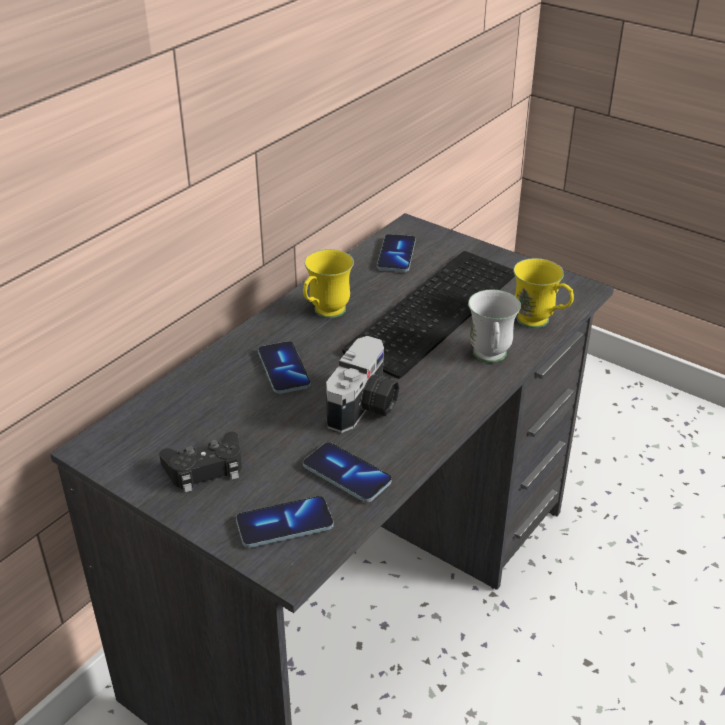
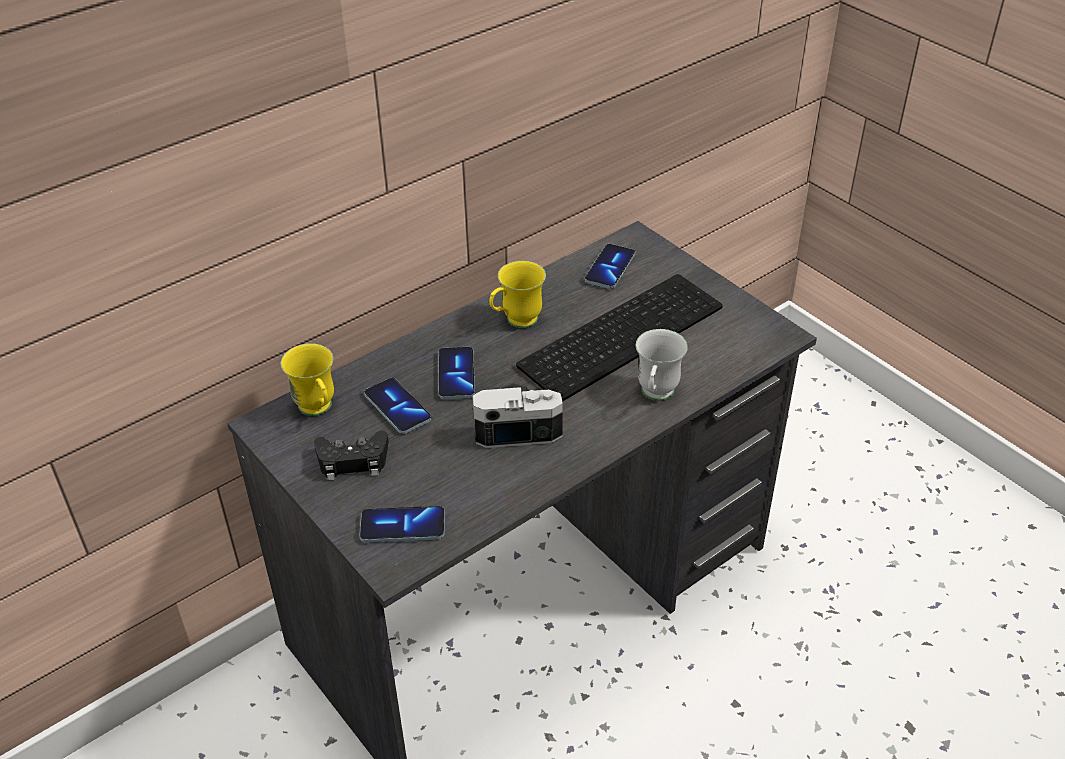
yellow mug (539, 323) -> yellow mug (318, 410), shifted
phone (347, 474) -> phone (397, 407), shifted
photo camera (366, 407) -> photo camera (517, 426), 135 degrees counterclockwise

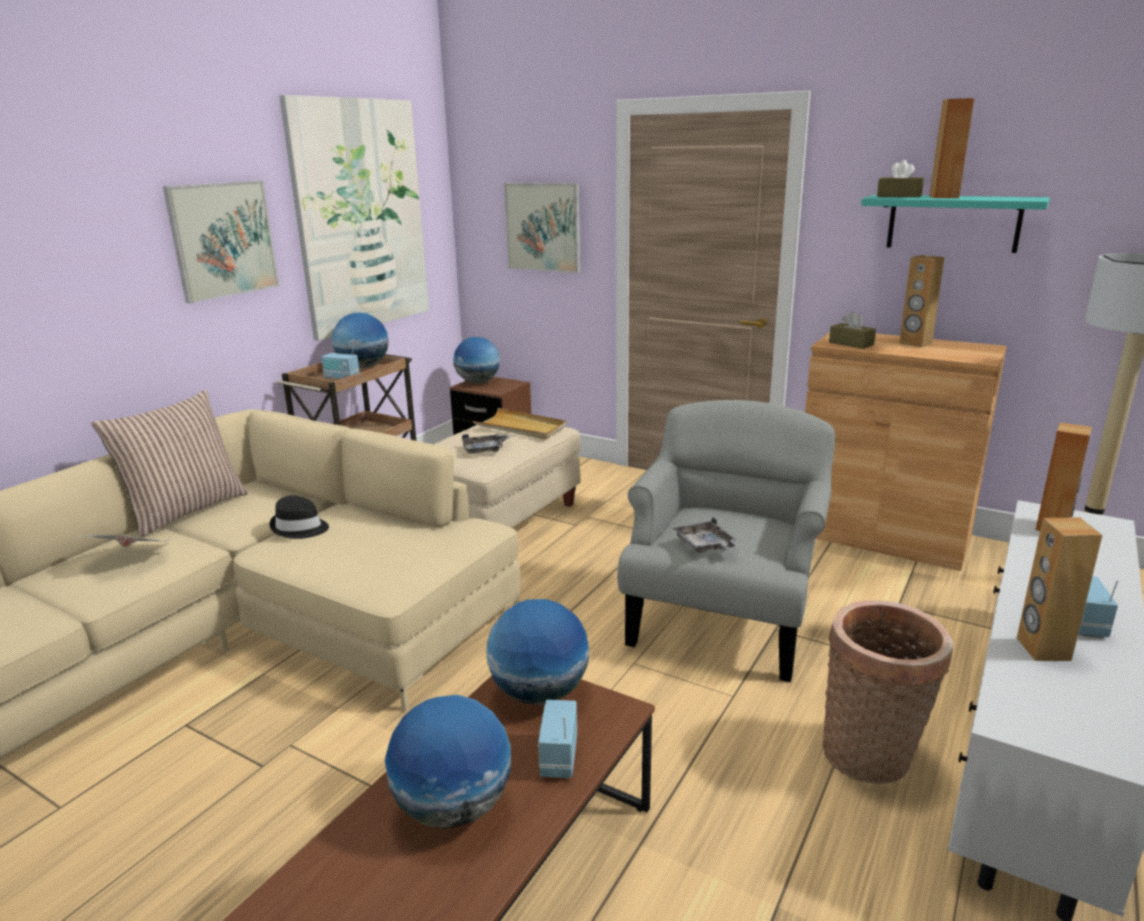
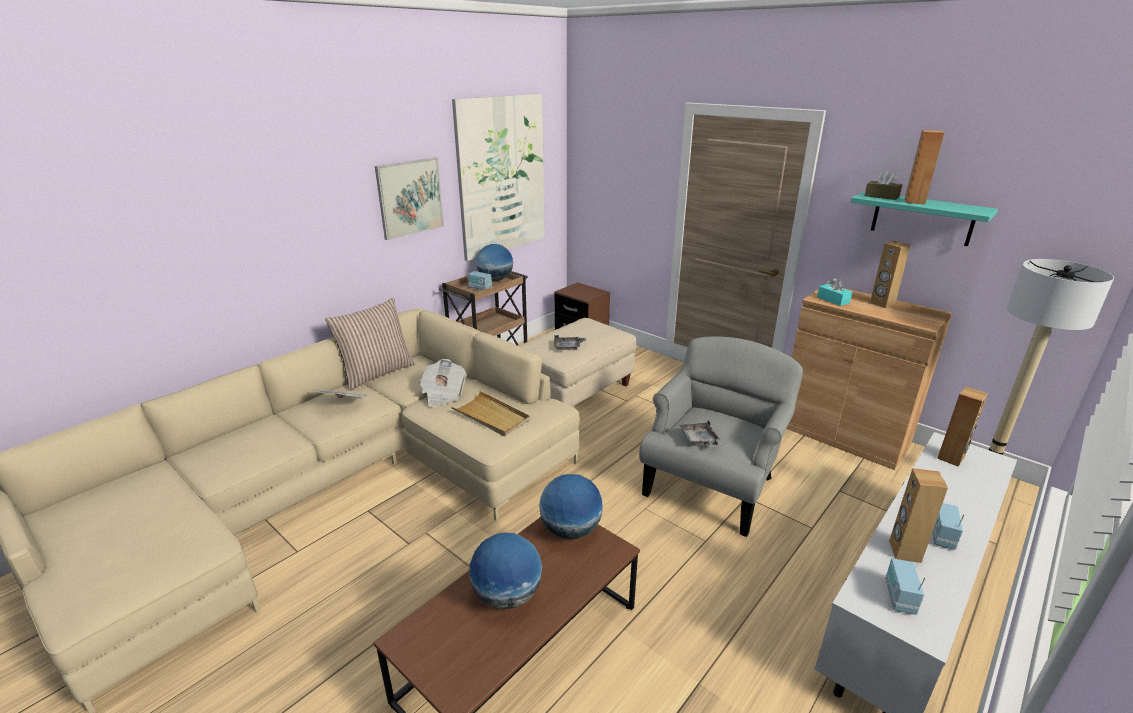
black hat (299, 528) -> newspaper (443, 394)
beige tray (521, 427) -> beige tray (491, 416), shifted
brown tissue box (851, 344) -> turquoise tissue box (833, 300)
radio (558, 757) -> radio (899, 597), shifted
globe (478, 382) -> none
picture (543, 227) -> none
basket (872, 756) -> none

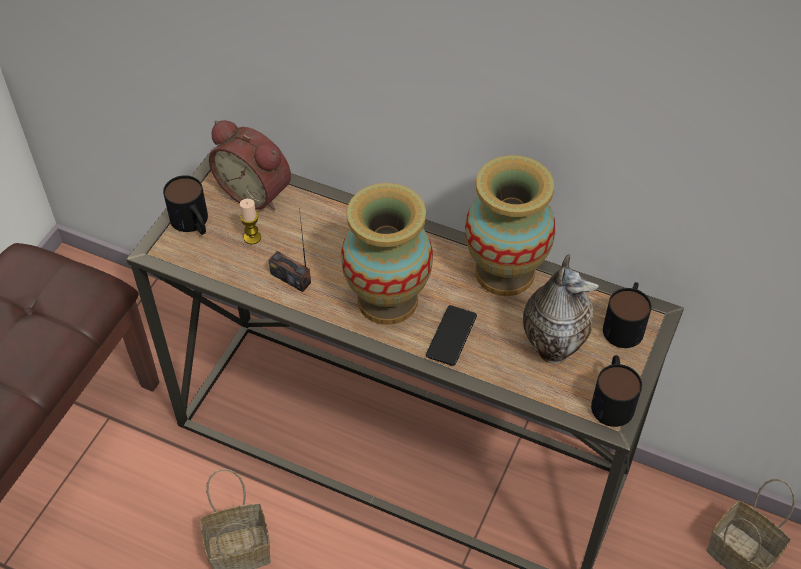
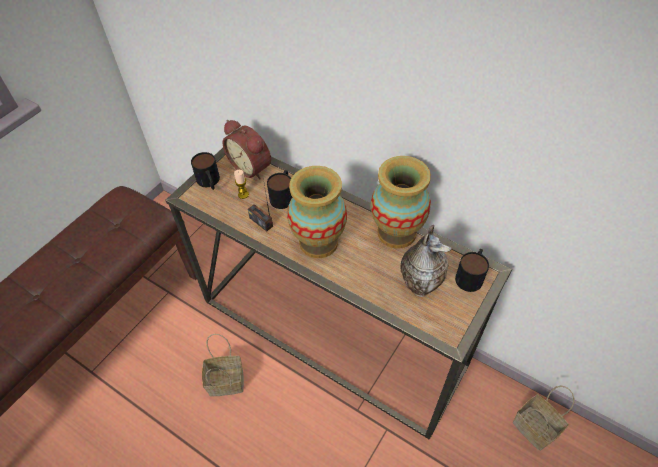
mug (612, 399) -> mug (283, 195), shifted
phone (451, 336) -> none

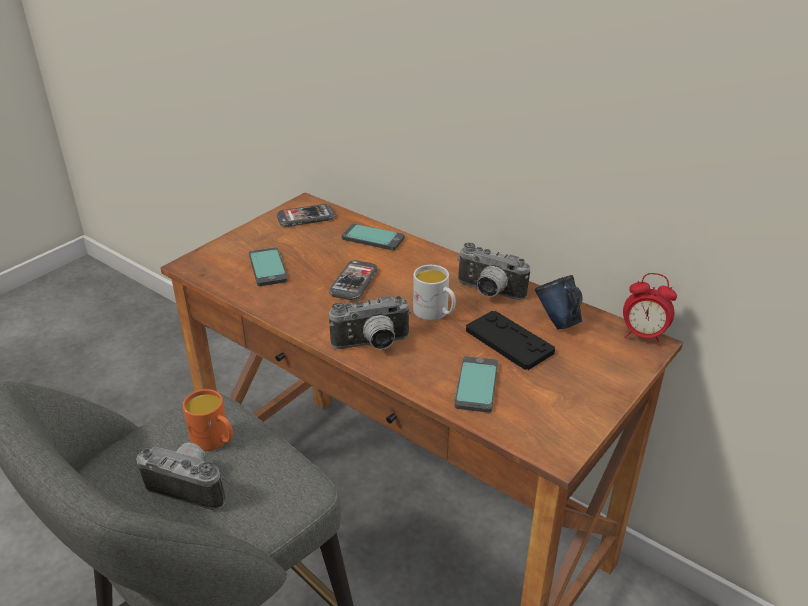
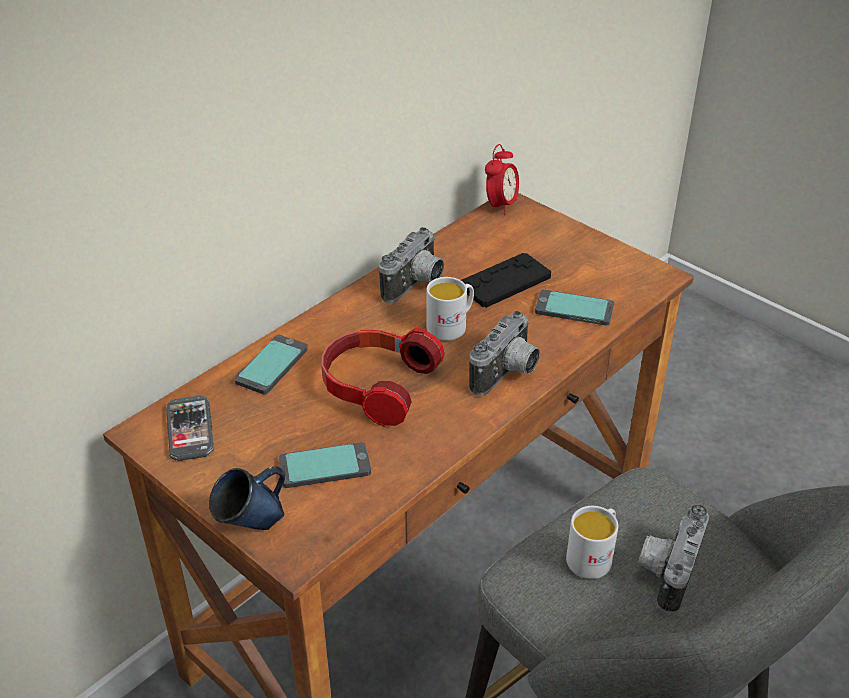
blue mug (557, 323) -> blue mug (253, 527), shifted
phone (354, 282) -> headphones (376, 386)
photo camera (372, 345) -> photo camera (508, 375), 45 degrees clockwise
orange mug (215, 441) -> white mug (593, 556)

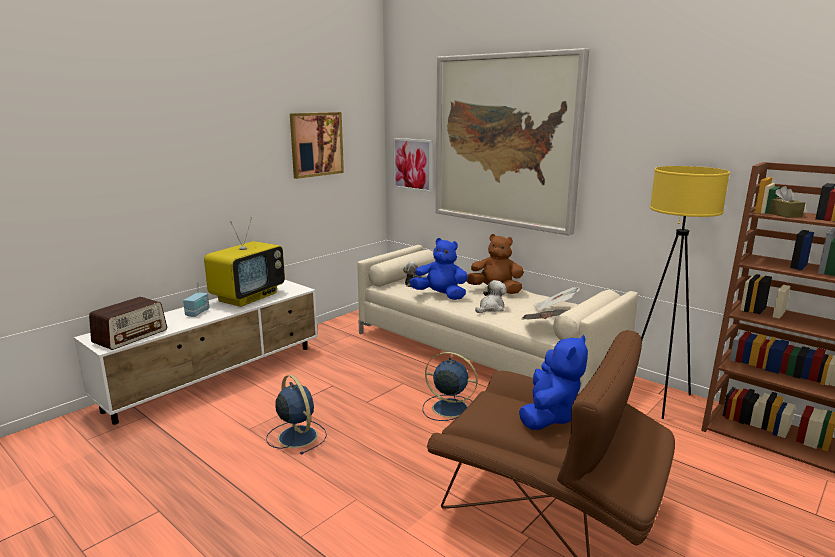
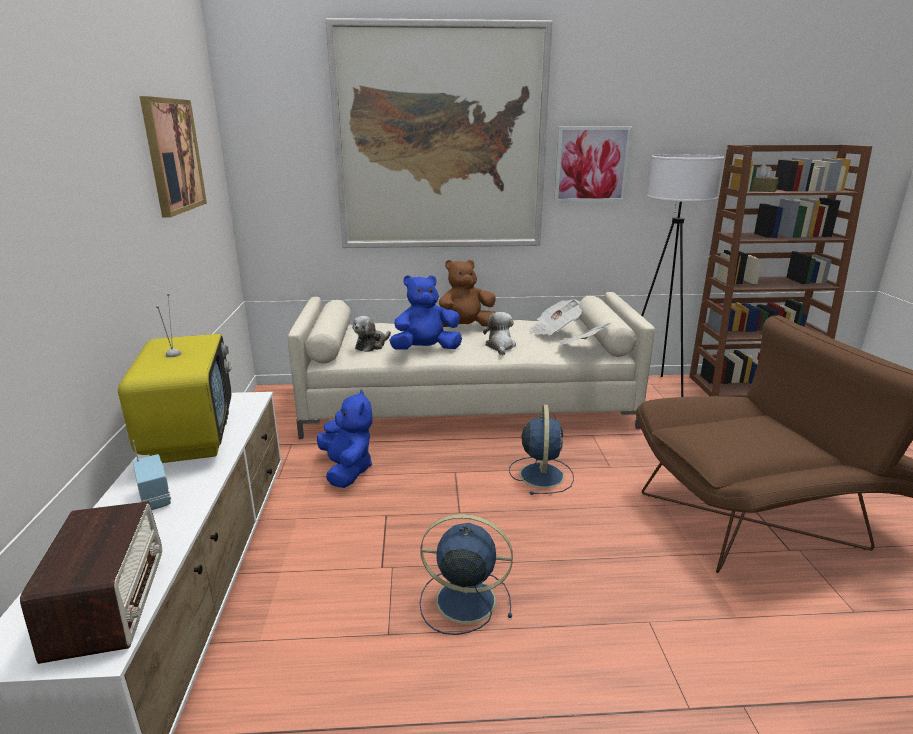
blue plush toy (549, 416) -> blue plush toy (347, 470), shifted
blue fan (448, 408) -> blue fan (541, 474), 120 degrees clockwise
picture (413, 164) -> picture (591, 164), shifted
yellow floor lamp (658, 399) -> white floor lamp (654, 389)

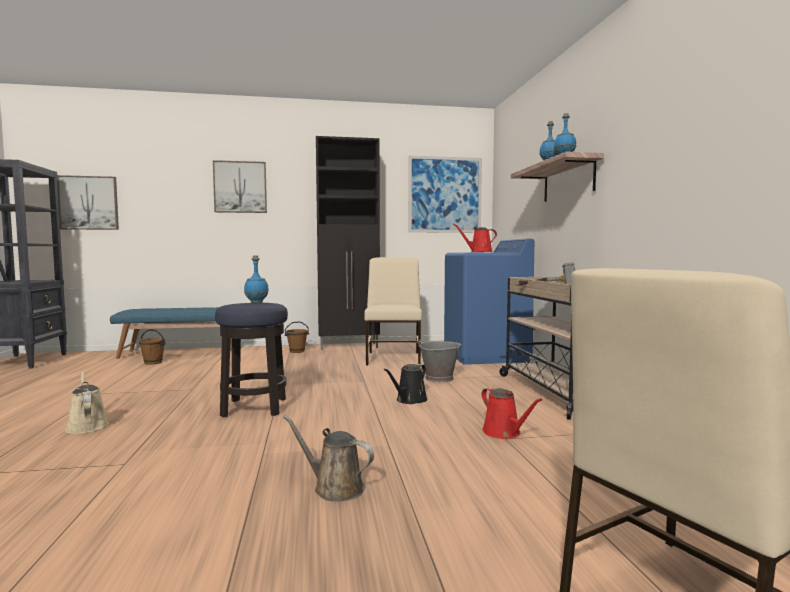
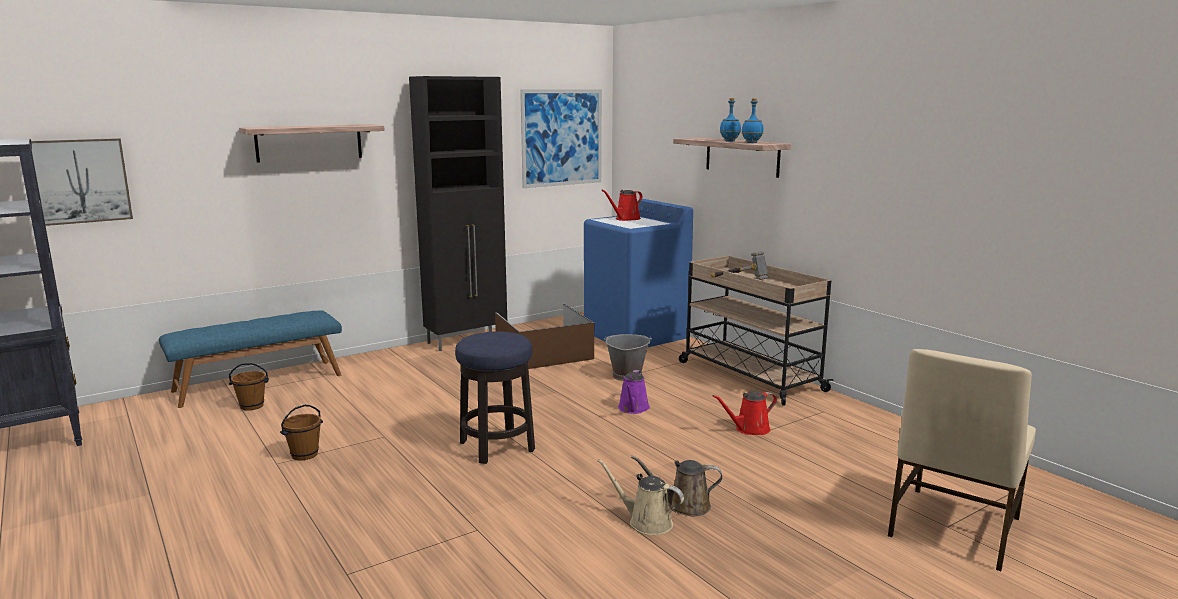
picture (240, 187) -> shelf (309, 142)
brown bucket (297, 351) -> brown bucket (304, 455), shifted
beige chair (394, 358) -> brown storage box (545, 353)
beige watering can (86, 426) -> beige watering can (646, 522), shifted
black watering can (409, 400) -> purple watering can (633, 409)
red watering can (504, 433) -> red watering can (749, 429), 120 degrees clockwise
blue bottle (257, 302) -> none

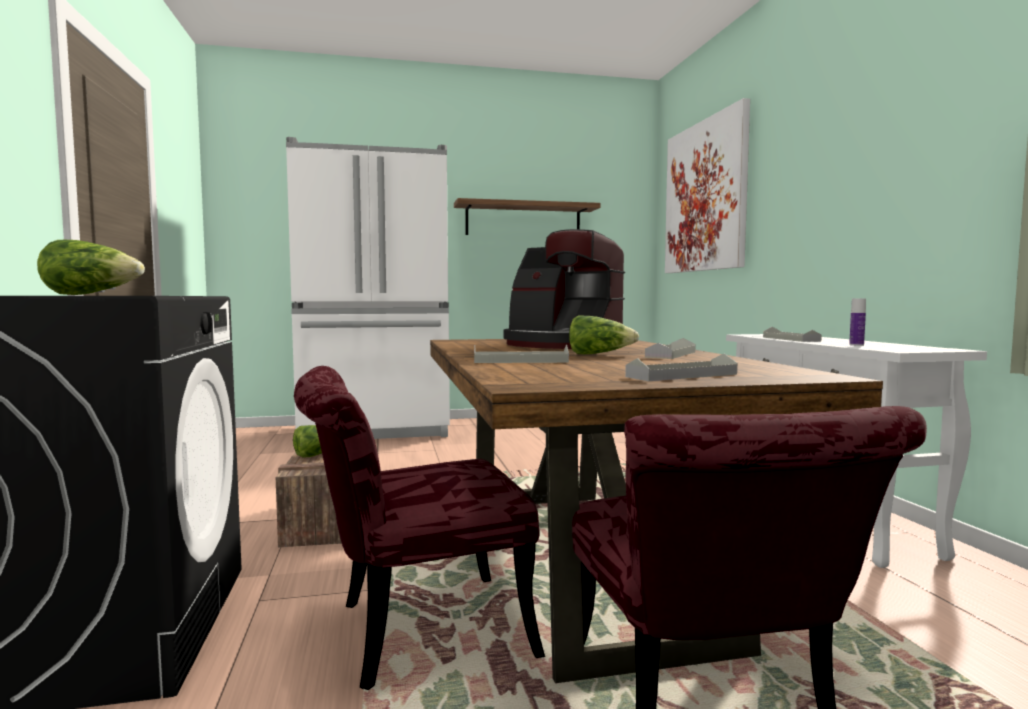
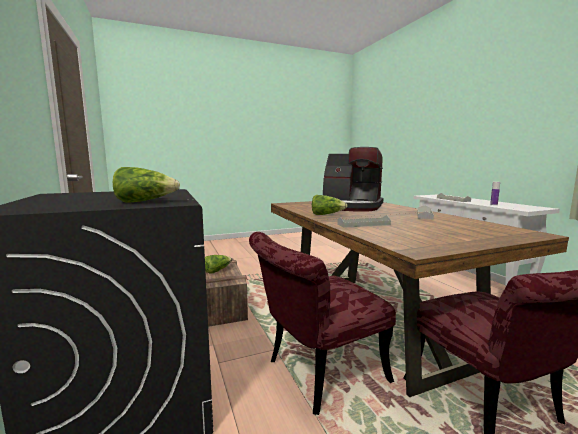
lettuce (599, 354) -> lettuce (326, 214), shifted
white fridge (376, 431) -> none
shelf (523, 220) -> none
grey tray (682, 375) -> none
picture (705, 196) -> none

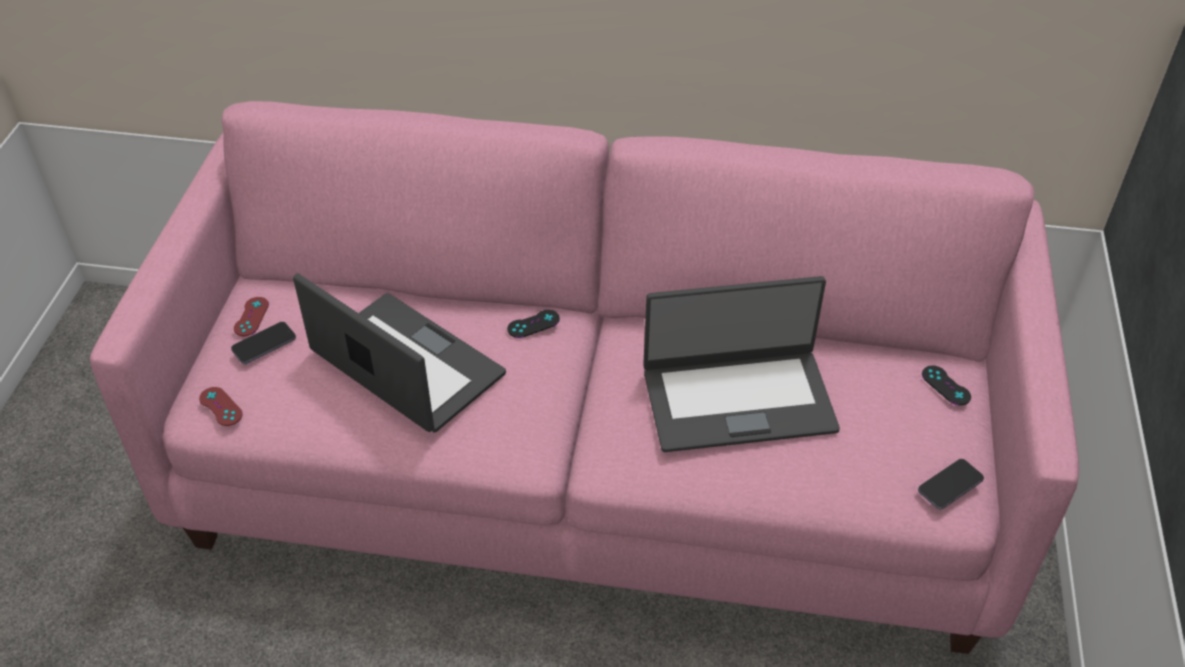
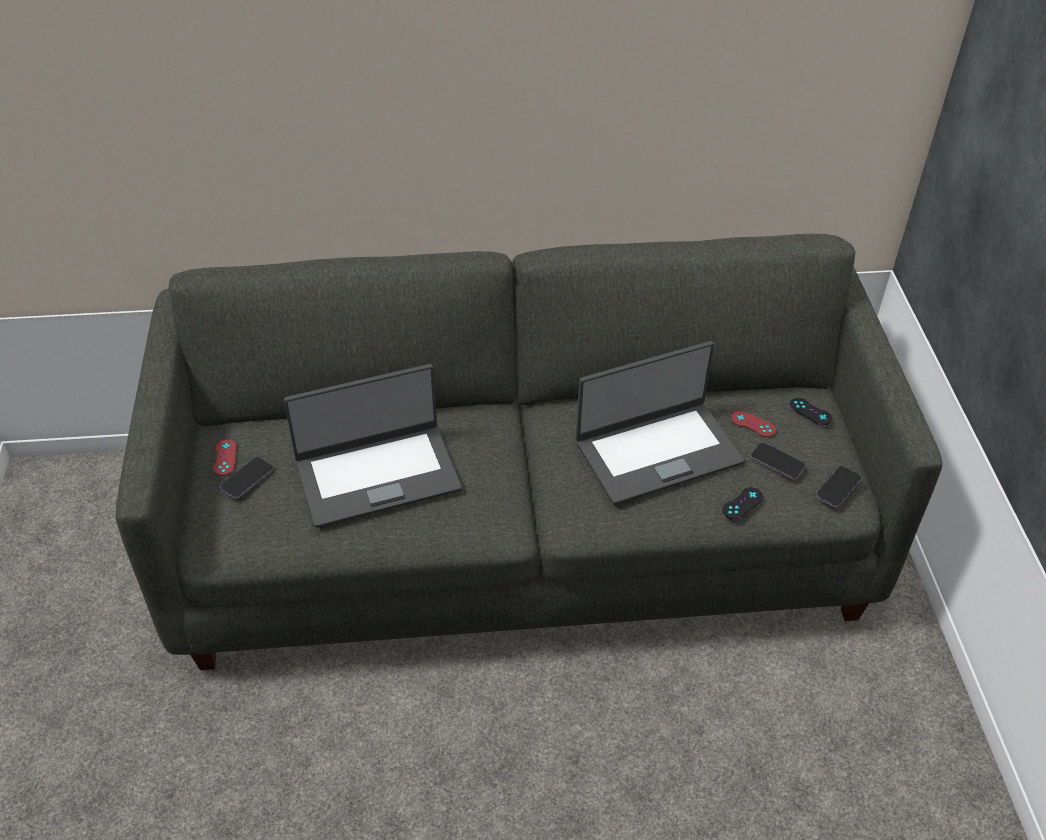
pink sofa (594, 468) -> grey sofa (522, 534)
laptop (405, 365) -> laptop (377, 474), 135 degrees clockwise
black game controller (533, 324) -> black game controller (742, 503), shifted
red game controller (221, 406) -> red game controller (753, 424), shifted
none -> phone (777, 462)

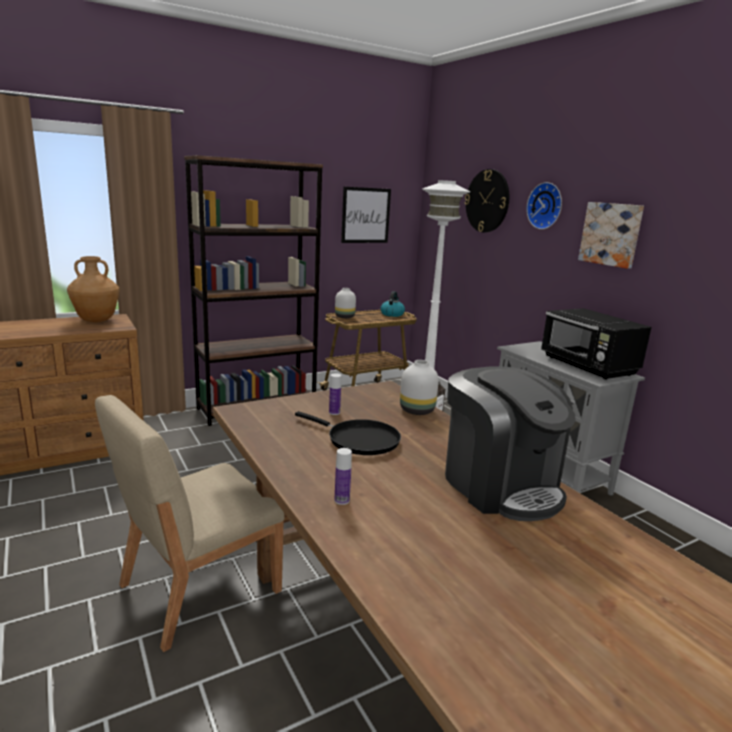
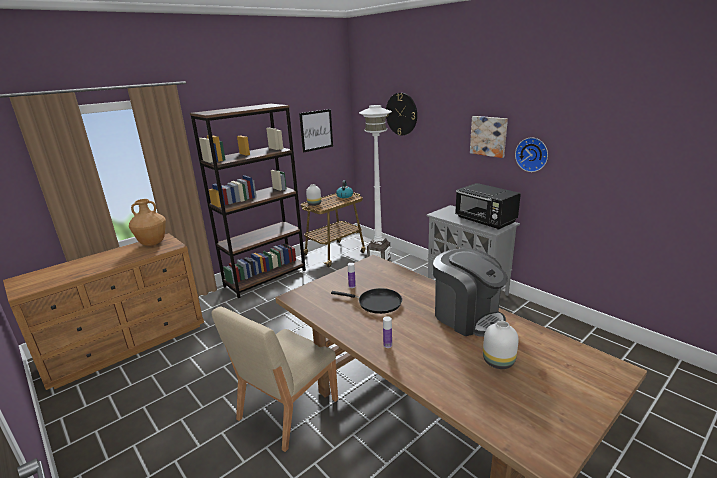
white vase (416, 410) -> white vase (497, 361), shifted
wall clock (546, 206) -> wall clock (532, 154), shifted

